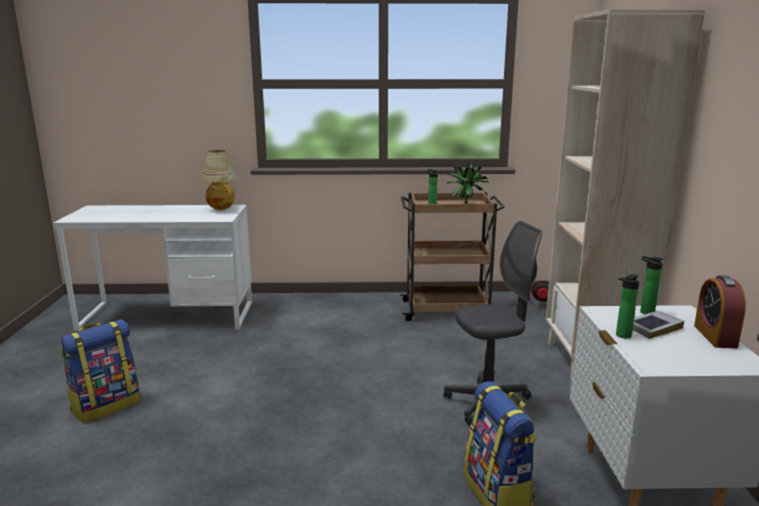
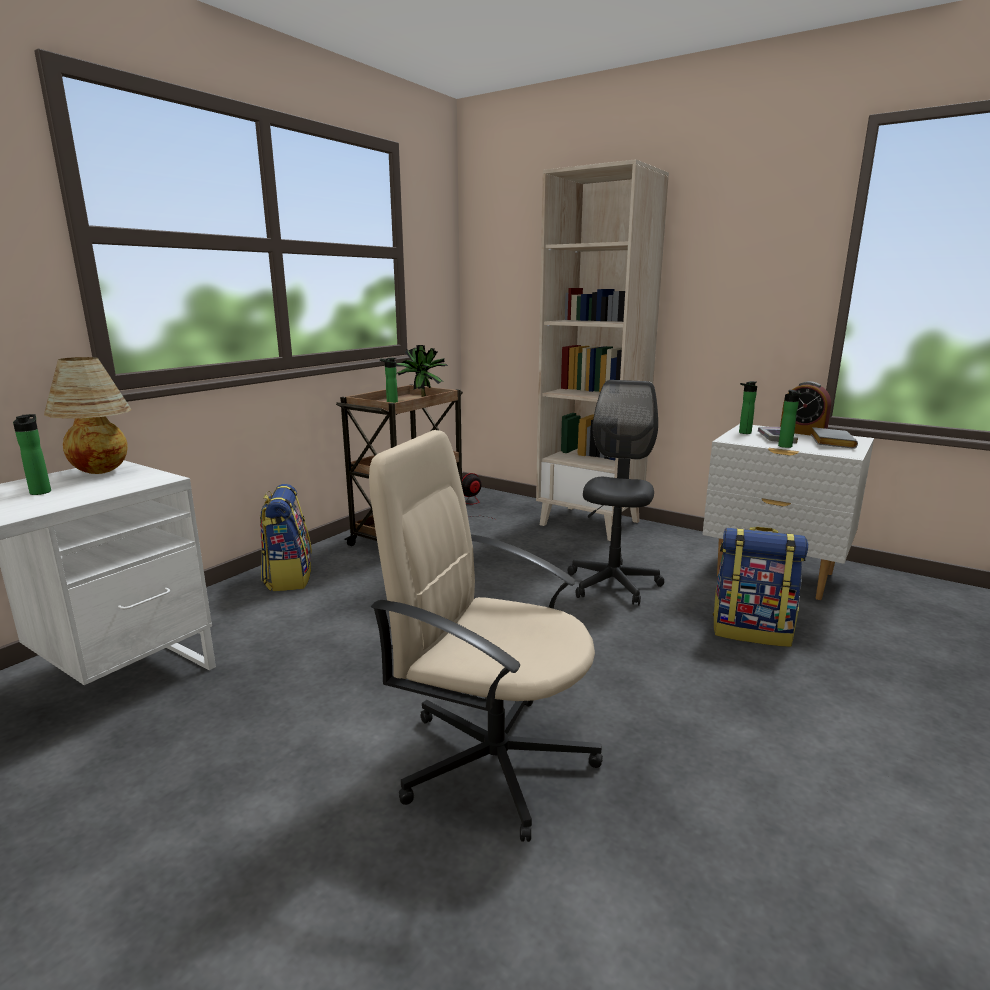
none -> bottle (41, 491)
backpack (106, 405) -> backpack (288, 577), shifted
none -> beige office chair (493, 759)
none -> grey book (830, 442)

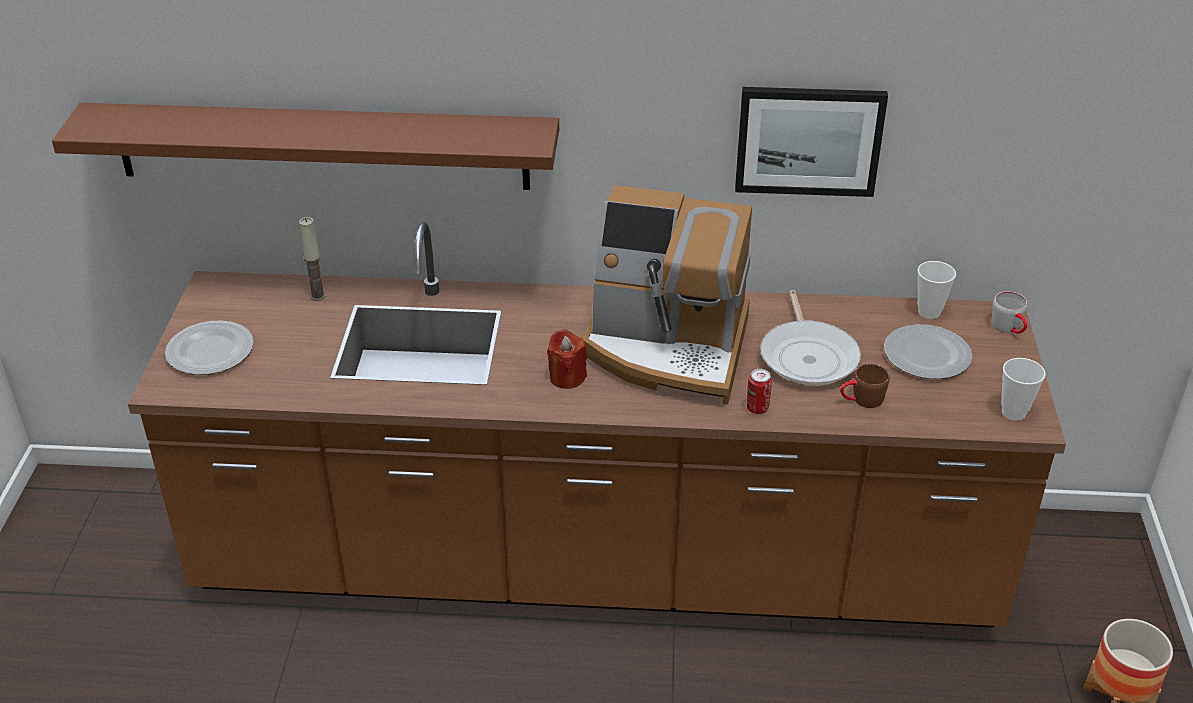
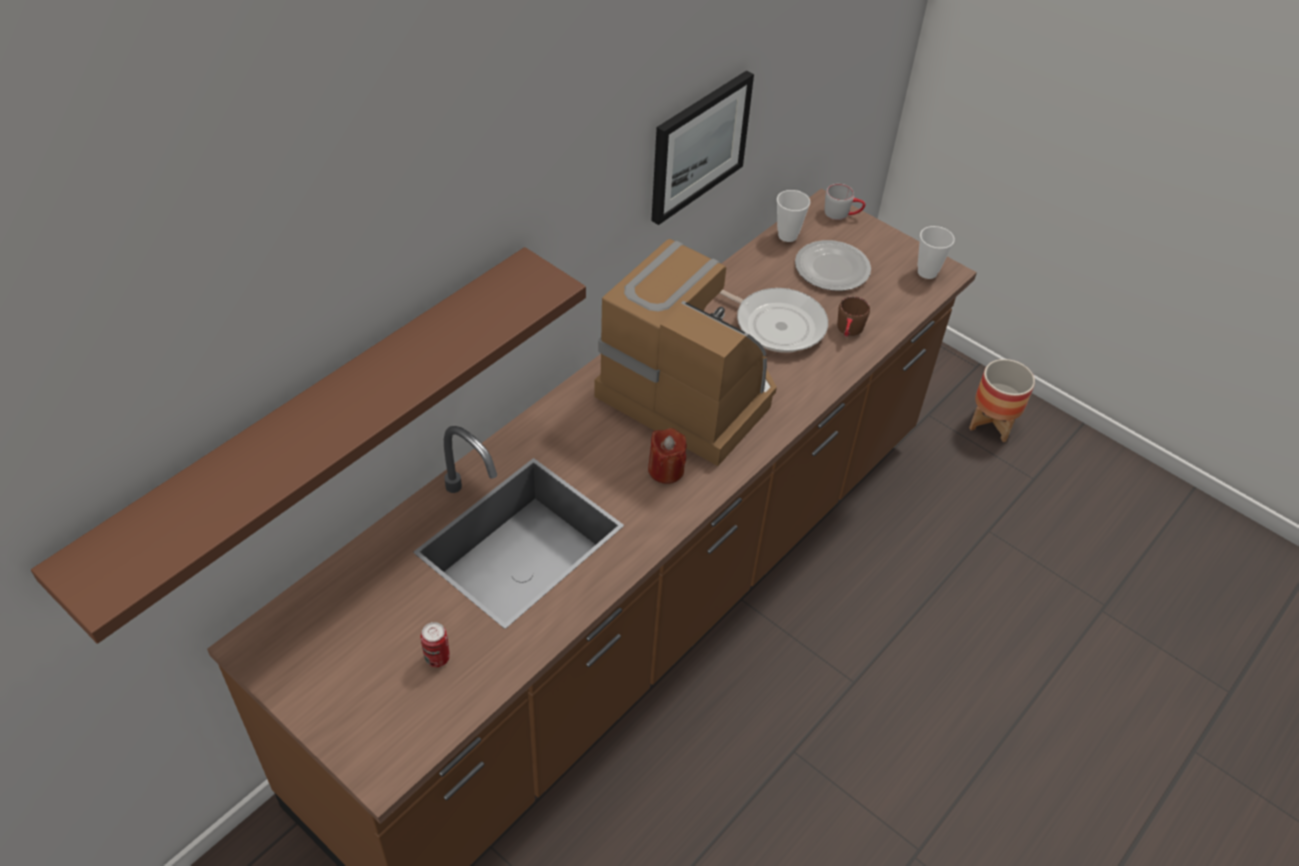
can (757, 408) -> can (437, 658), shifted
coffee machine (668, 348) -> coffee machine (689, 390), 105 degrees counterclockwise
plate (210, 350) -> none
candle (317, 296) -> none

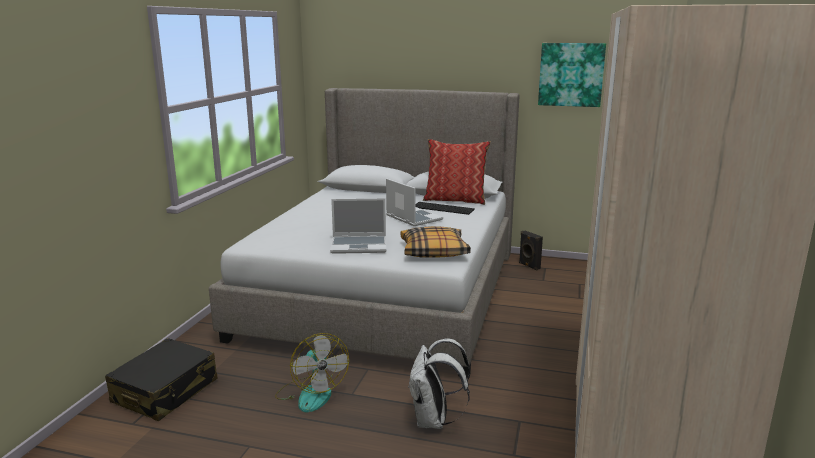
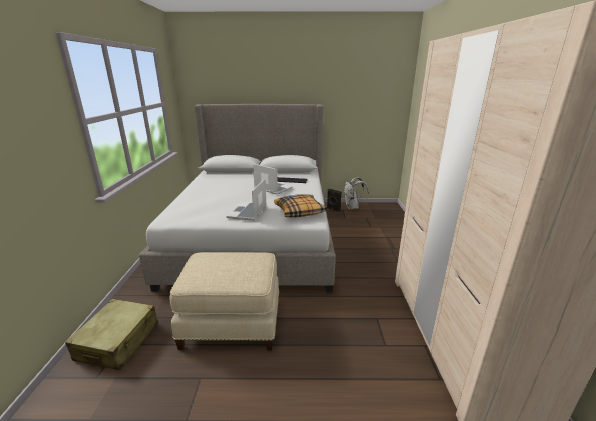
black suitcase (166, 391) -> beige suitcase (118, 341)
fan (311, 393) -> beige ottoman (232, 322)
laptop (359, 246) -> laptop (248, 212), 120 degrees clockwise
white backpack (434, 421) -> white backpack (353, 207), shifted
pillow (455, 200) -> none
picture (571, 74) -> none

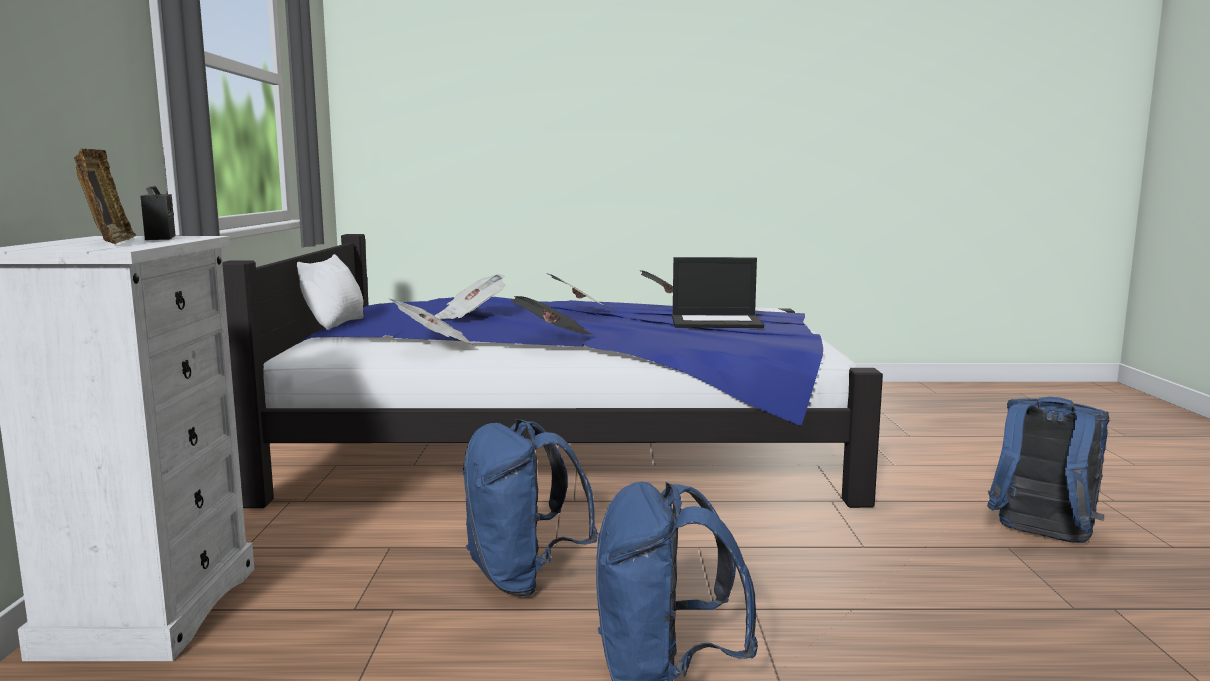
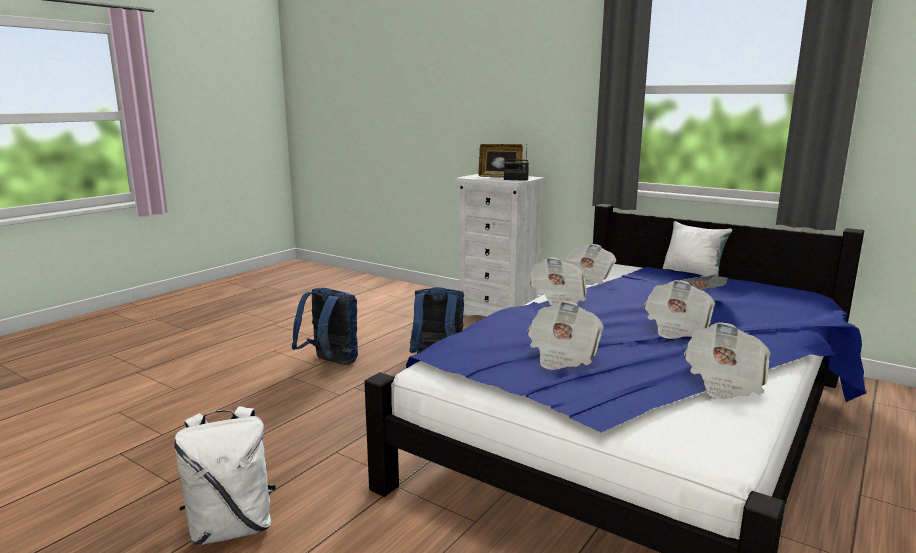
blue backpack (1040, 538) -> white backpack (232, 527)
laptop (717, 322) -> newspaper (562, 355)

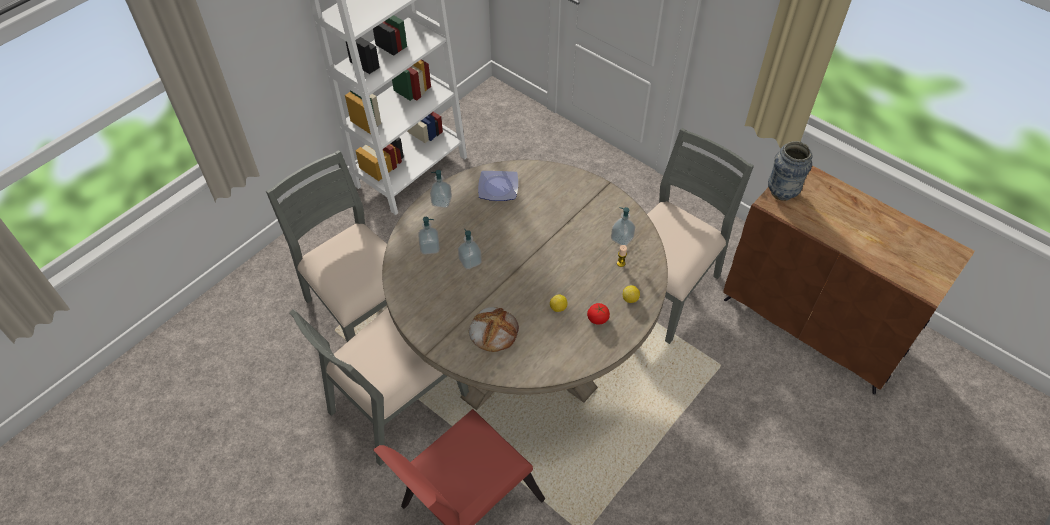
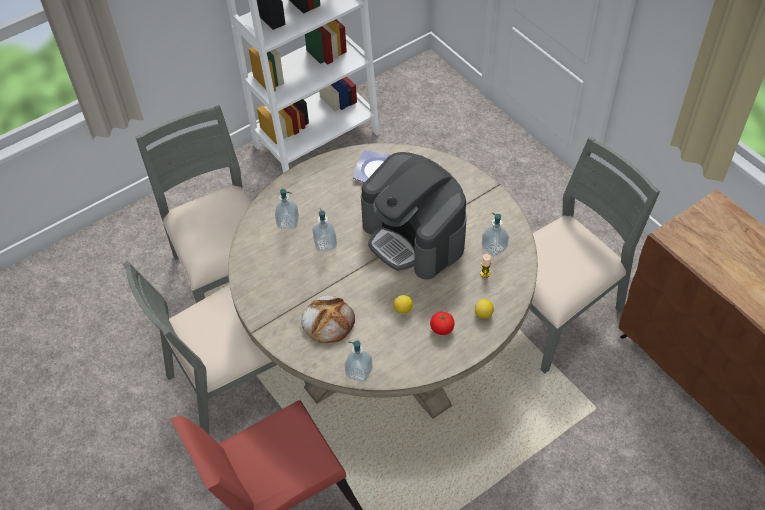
soap dispenser (441, 201) -> soap dispenser (359, 372), shifted
none -> coffee machine (414, 237)
vase (782, 192) -> none

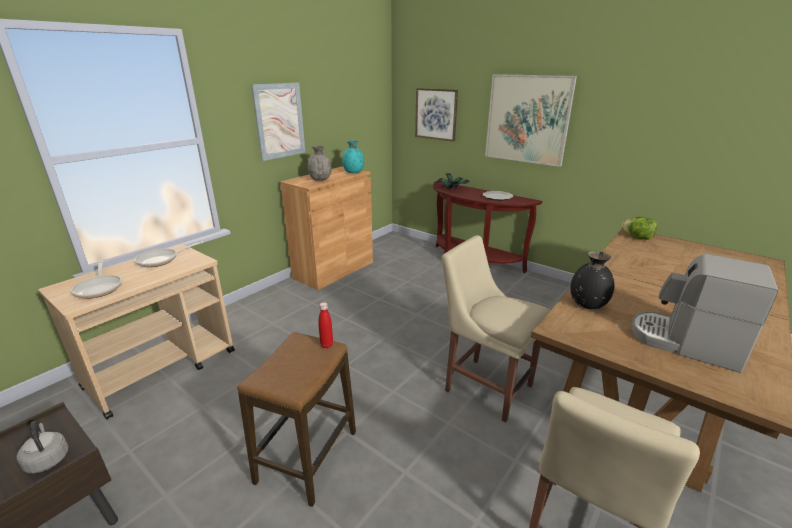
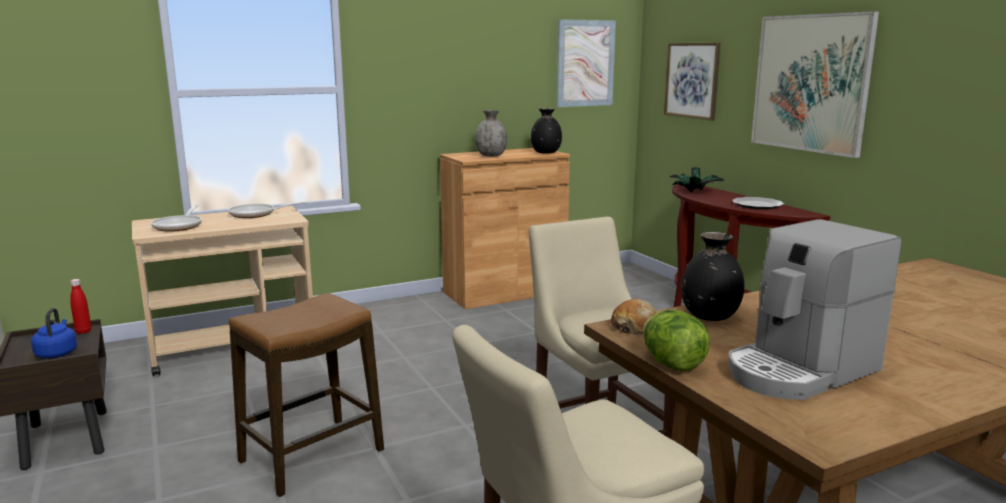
grey kettle (47, 459) -> blue kettle (57, 353)
red bottle (326, 345) -> red bottle (83, 331), shifted
turquoise vase (353, 172) -> black vase (546, 153)
picture (279, 121) -> picture (585, 63), shifted
none -> bread (635, 327)
lettuce (637, 238) -> lettuce (672, 364), shifted
coffee machine (685, 342) -> coffee machine (800, 371), 90 degrees counterclockwise

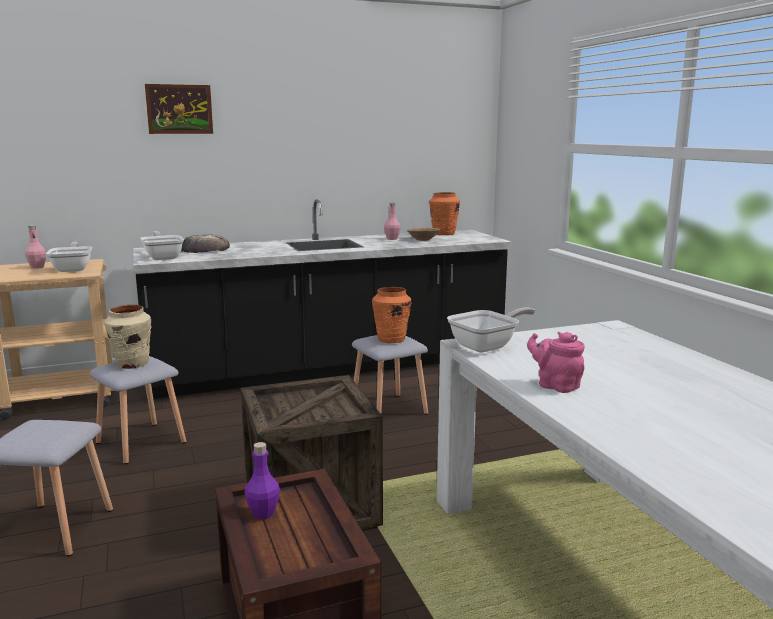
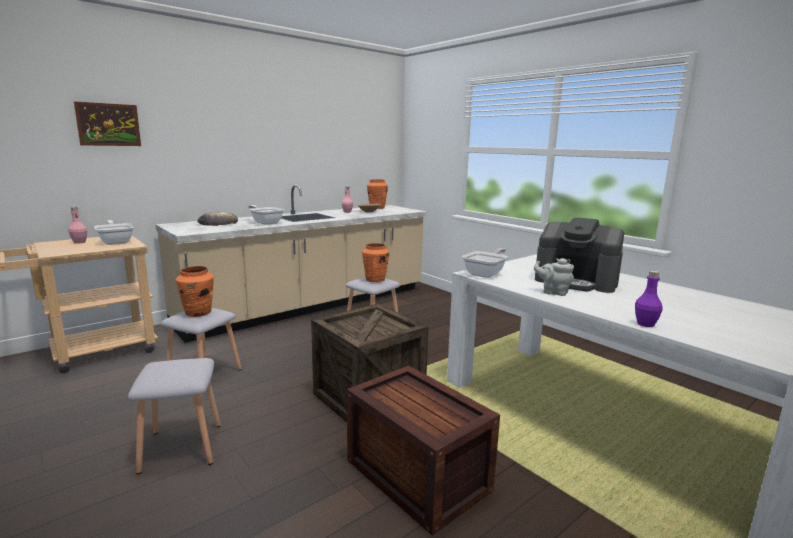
picture (179, 109) -> picture (108, 124), shifted
black counter (330, 367) -> beige counter (310, 306)
beige vase (132, 364) -> orange vase (198, 313)
frying pan (163, 257) -> frying pan (265, 223), shifted
pink teapot (555, 385) -> grey teapot (553, 292)
none -> coffee machine (576, 281)
purple bottle (263, 513) -> purple bottle (645, 324), shifted

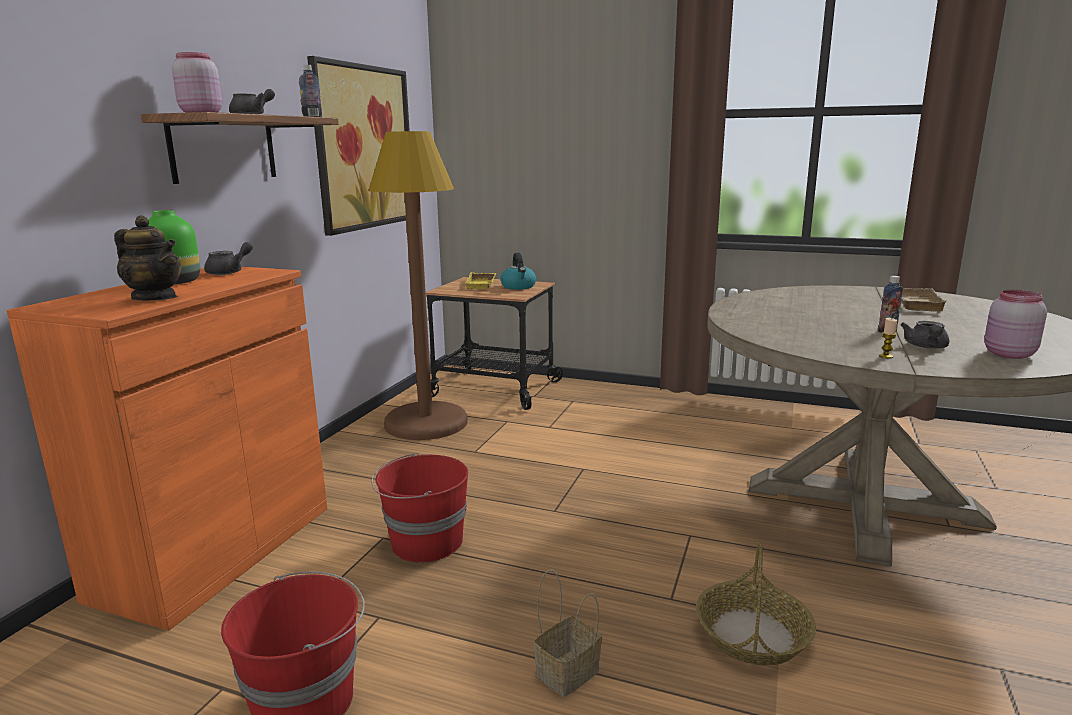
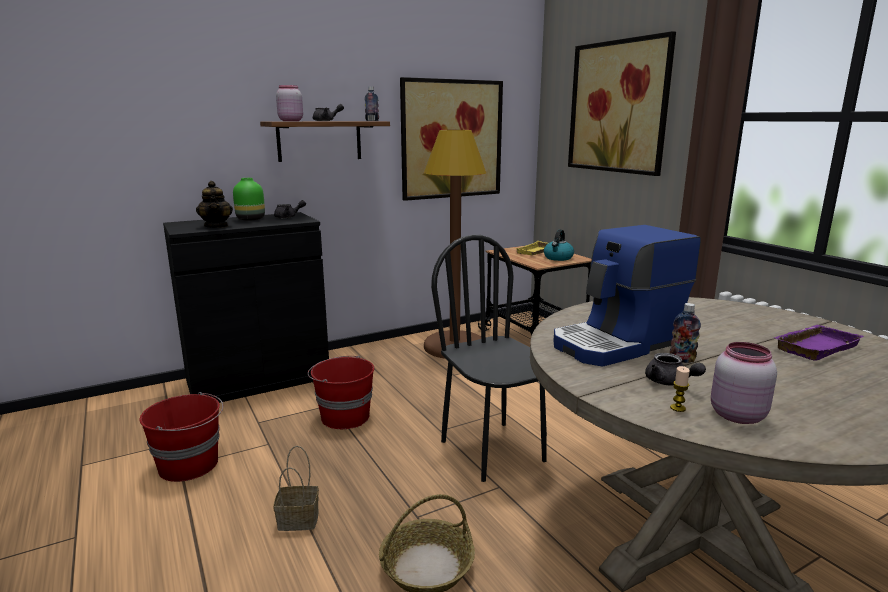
orange cabinet (216, 551) -> black cabinet (258, 379)
none -> black chair (493, 450)
none -> coffee machine (618, 344)
none -> picture (618, 107)
grey teapot (926, 347) -> grey teapot (670, 382), 90 degrees counterclockwise
candle (886, 356) -> candle (677, 408), shifted
beige tray (915, 303) -> purple tray (814, 346)

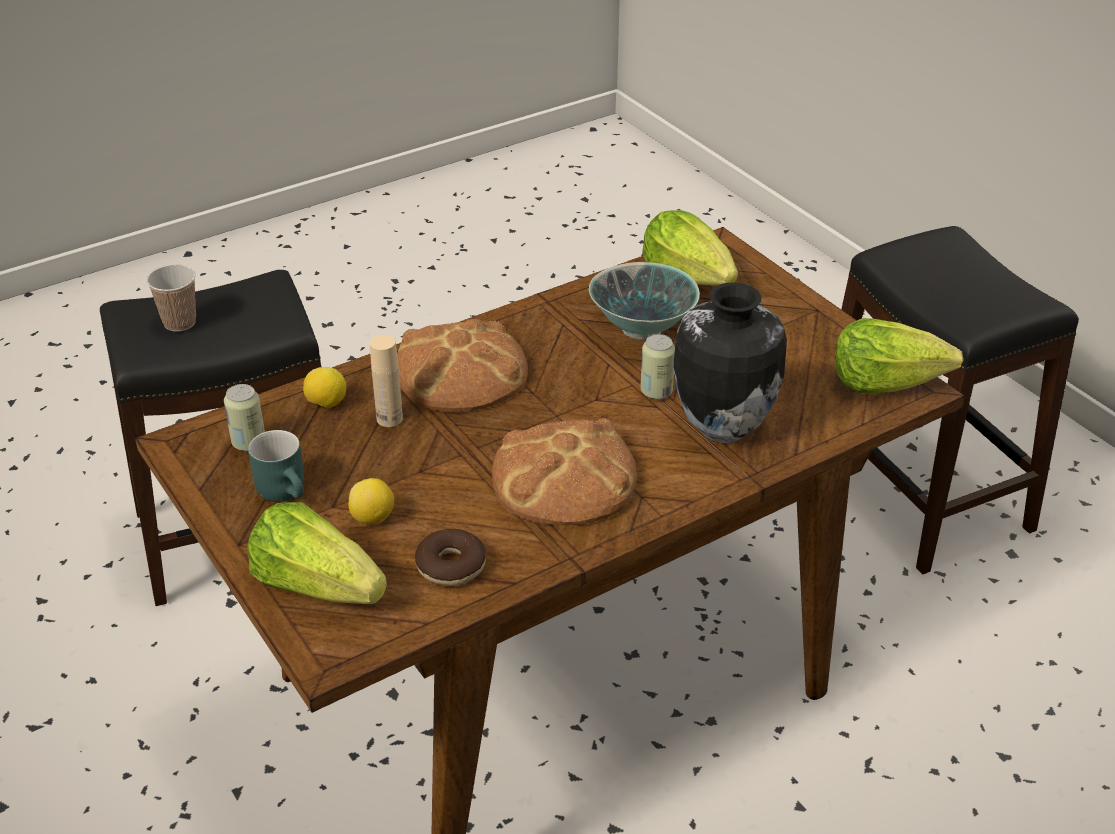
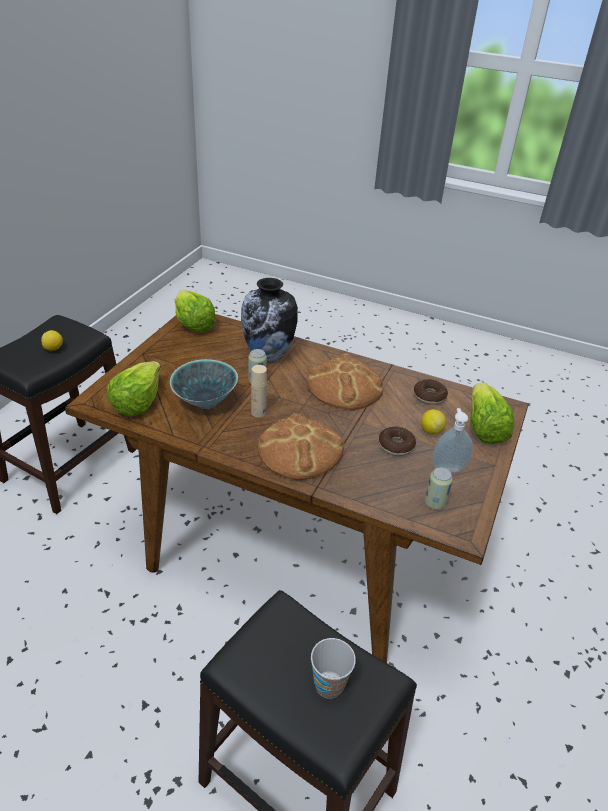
lemon (326, 404) -> lemon (54, 349), shifted
beige bottle (389, 419) -> beige bottle (258, 412), shifted
none -> donut (396, 446)
turquoise mug (288, 491) -> soap dispenser (447, 467)

